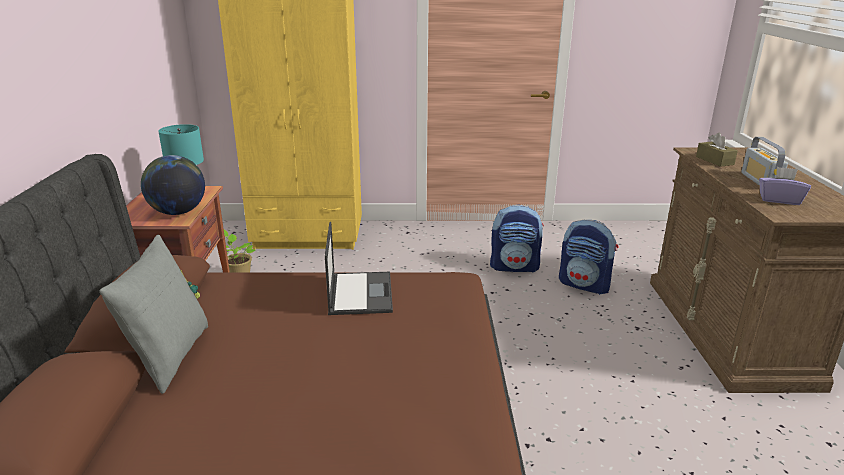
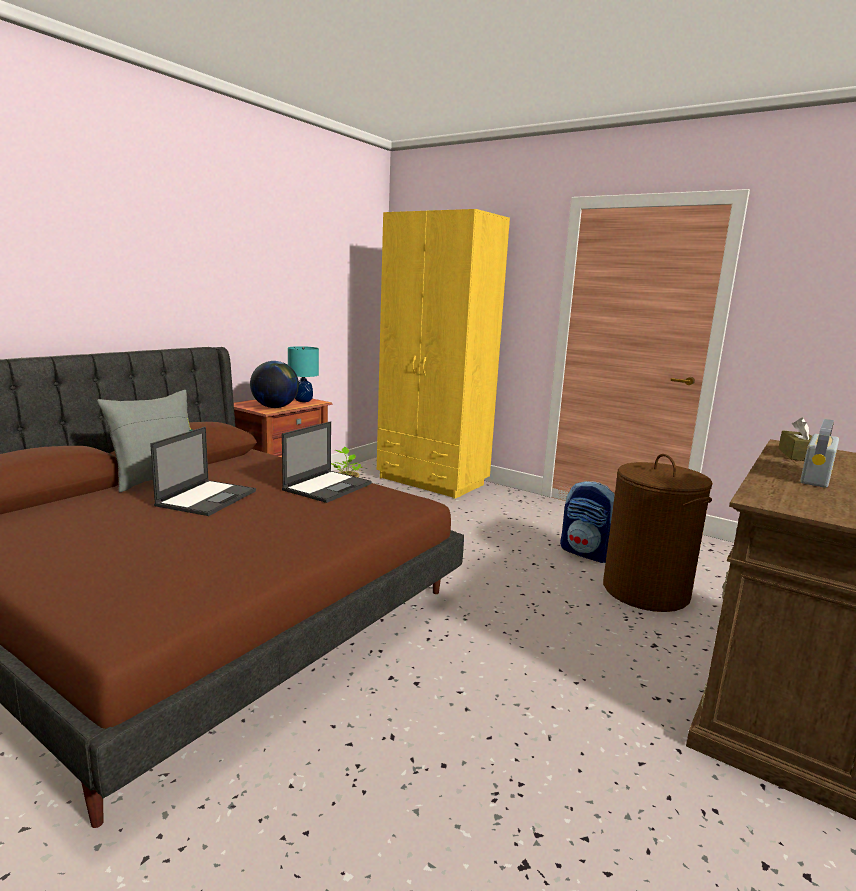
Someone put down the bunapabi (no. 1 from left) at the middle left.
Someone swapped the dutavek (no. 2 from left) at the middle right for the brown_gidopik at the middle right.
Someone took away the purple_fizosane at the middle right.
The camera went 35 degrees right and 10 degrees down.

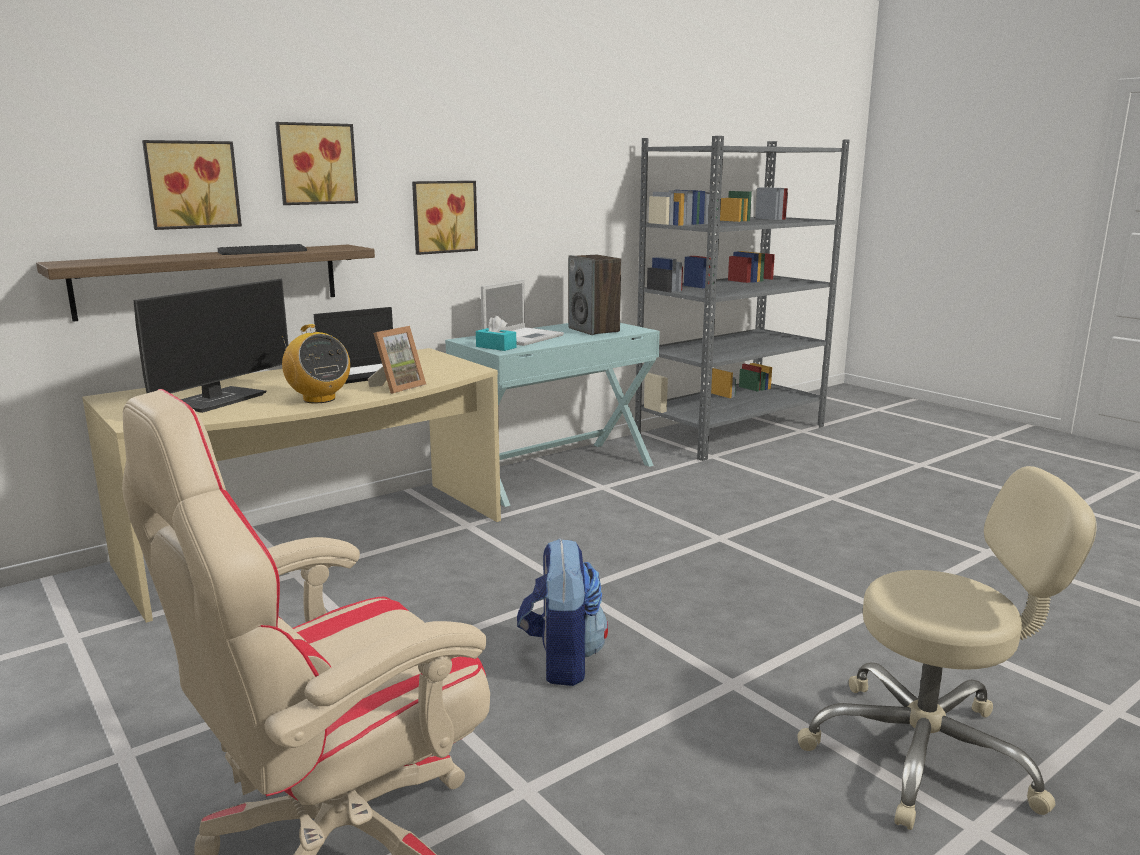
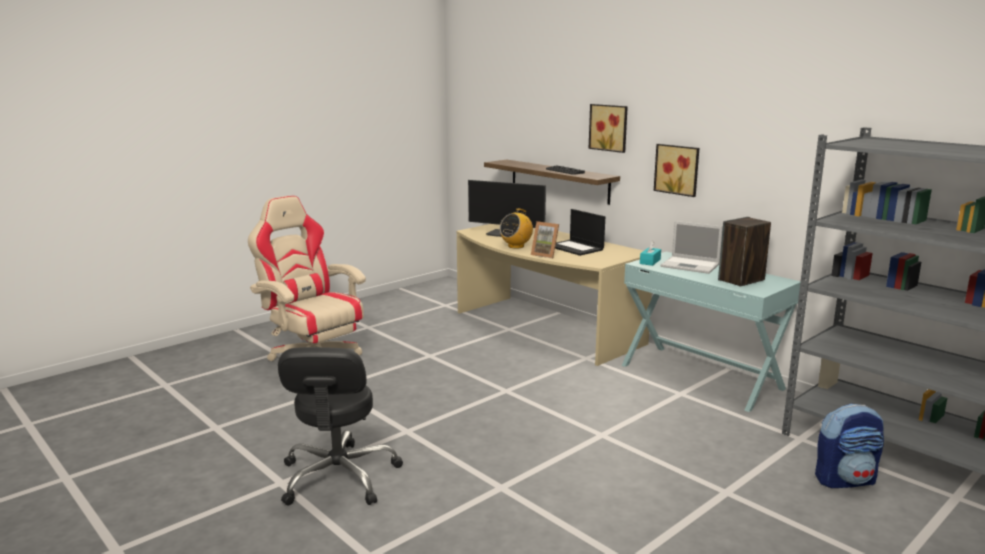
Someone repainted the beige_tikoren (no. 2 from left) at the bottom right, which became the black_tikoren at the bottom centre.
Someone carried the dutavek from the bottom centre to the bottom right.
Someone took away the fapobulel (no. 1 from left) at the top left.
The camera went 85 degrees right and 0 degrees up.

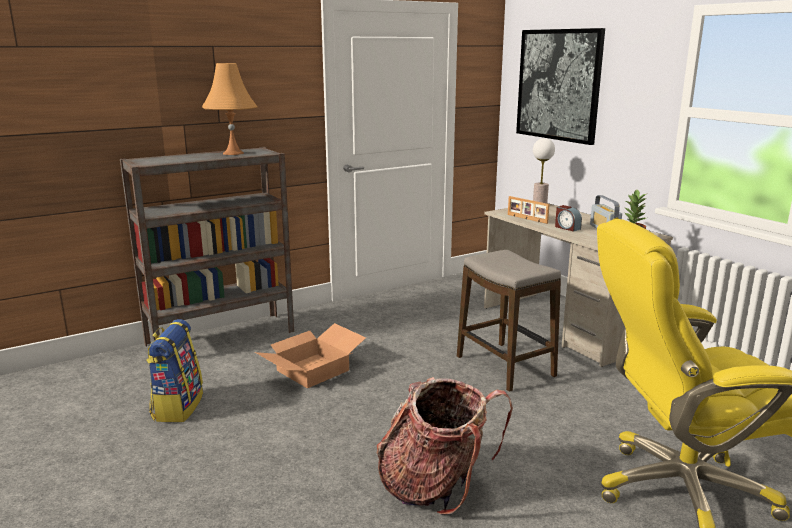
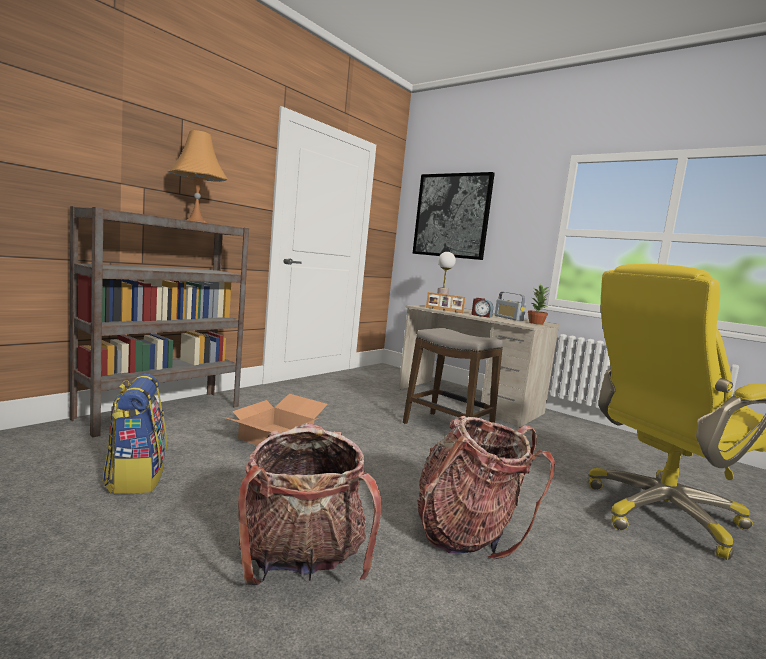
Someone put down the dutavek (no. 2 from left) at the bottom centre.
The camera went 20 degrees left and 10 degrees down.

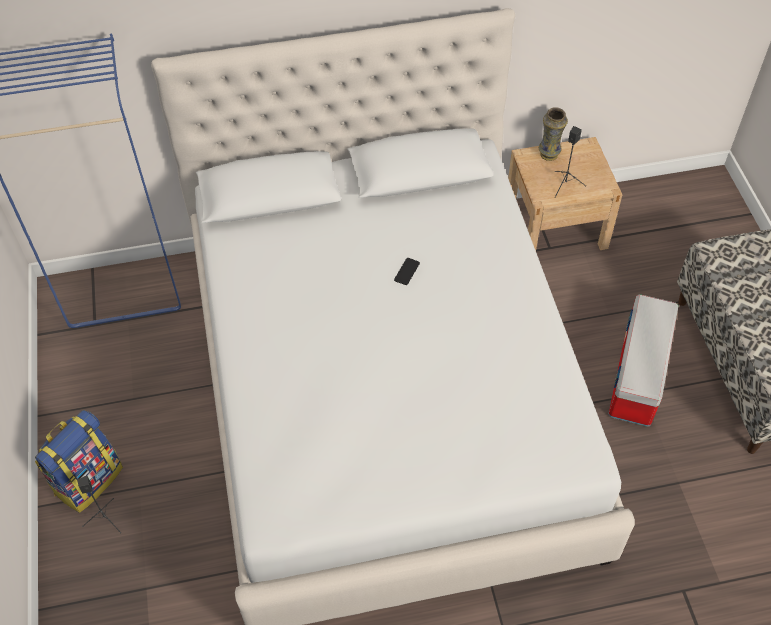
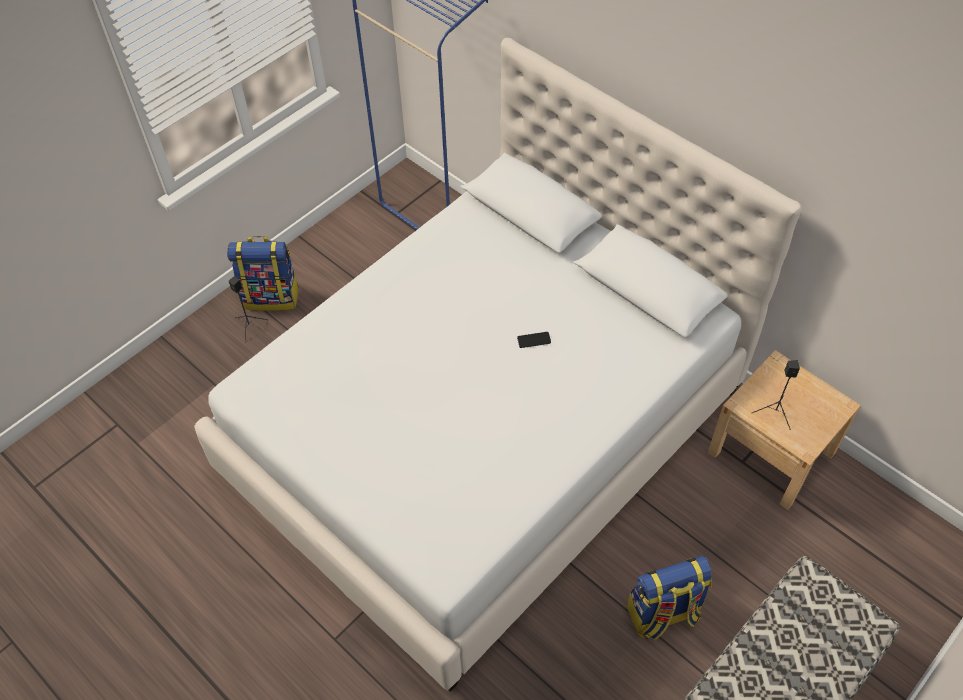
Someone swapped the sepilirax at the middle right for the dutavek (no. 2 from left) at the bottom right.
Someone took away the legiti at the top right.
The camera went 55 degrees right and 0 degrees up.

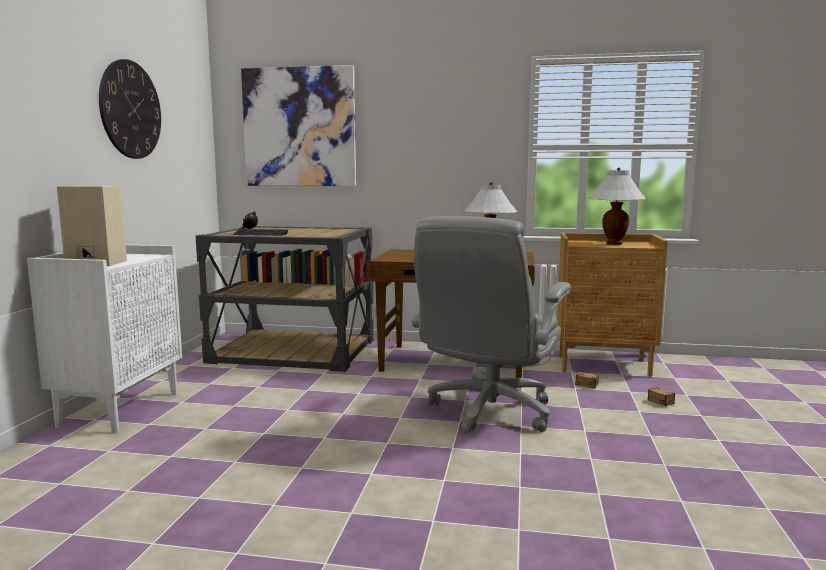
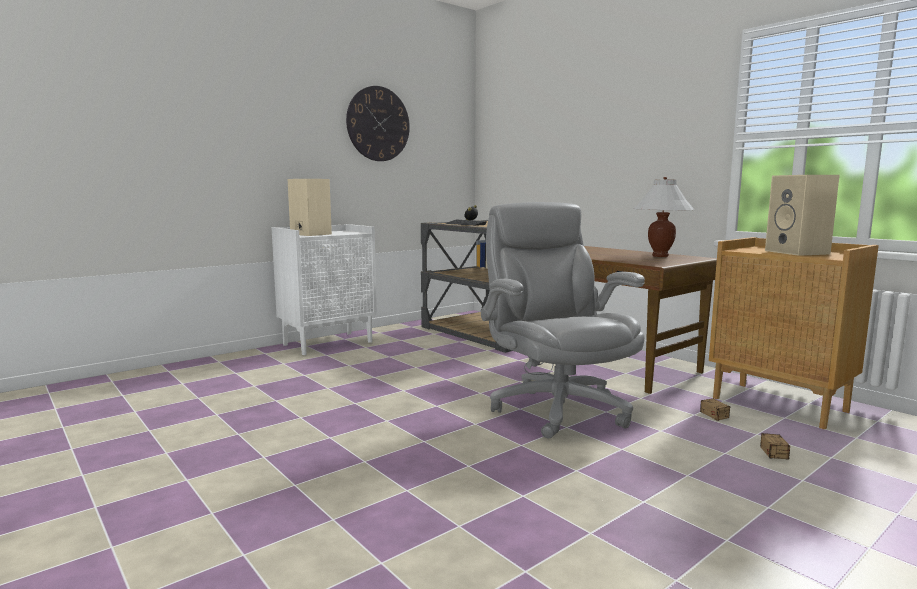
Someone rotated the grey_tikoren at the centre by 90 degrees clockwise.
Someone swapped the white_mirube (no. 2 from left) at the middle right for the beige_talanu (no. 2 from left) at the middle right.
Someone took away the fapobulel at the top centre.
The camera went 40 degrees right and 0 degrees up.

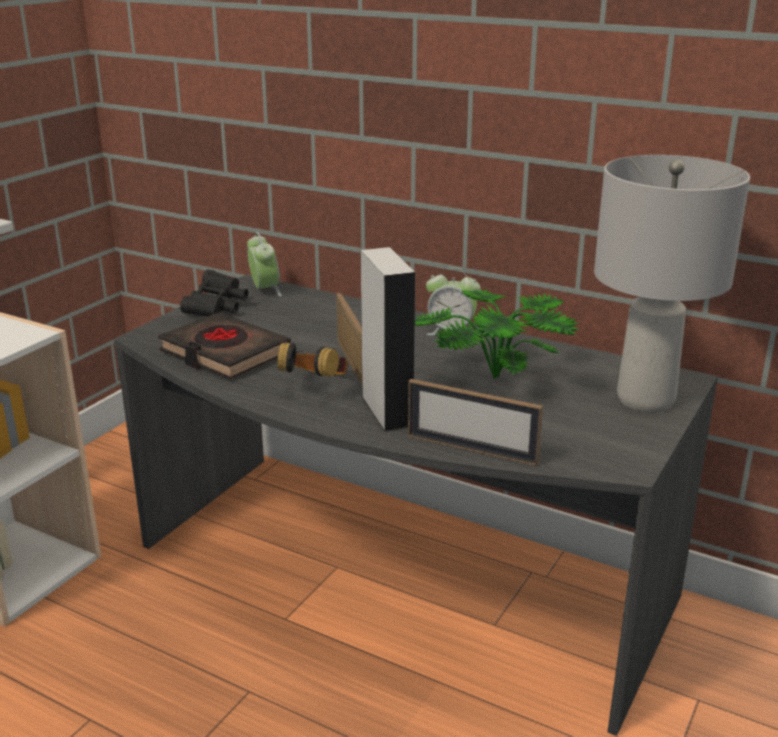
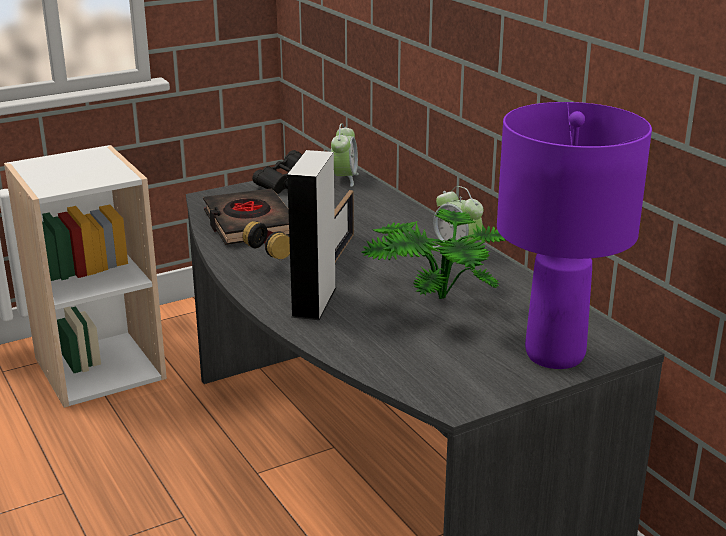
Someone repainted the grey_mirube at the middle right, which became the purple_mirube at the middle right.
Someone took away the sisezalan (no. 2 from left) at the centre.
The camera went 30 degrees right and 0 degrees up.

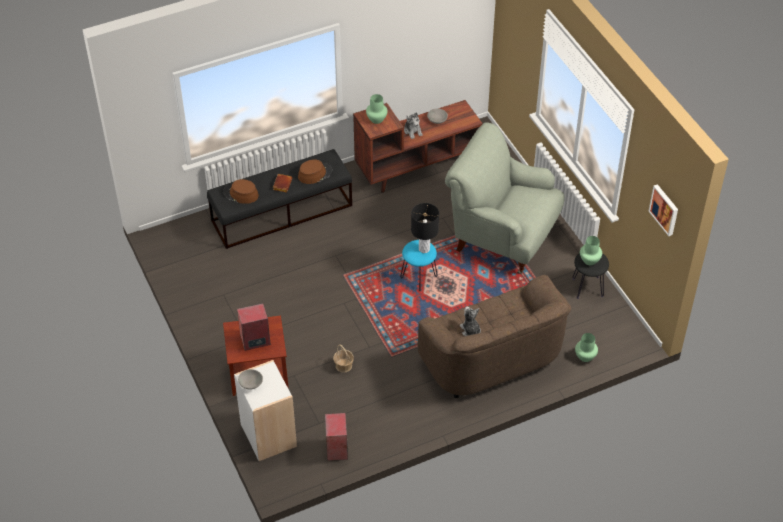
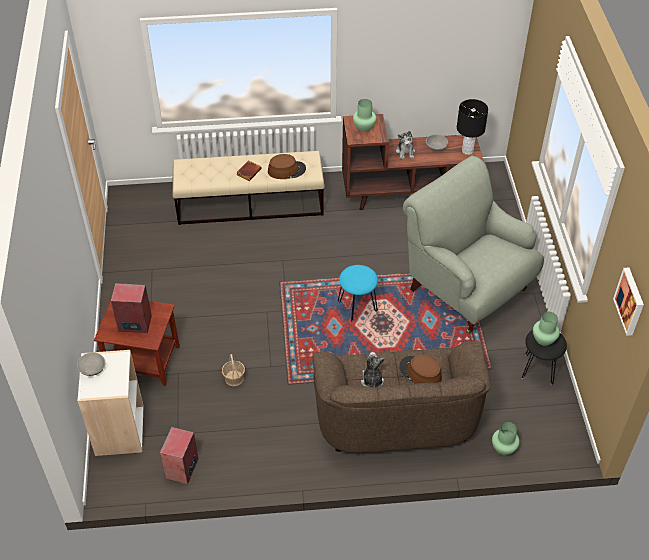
Someone repainted the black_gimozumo at the centre, which became the beige_gimozumo at the centre.
Someone carried the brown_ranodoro (no. 1 from left in the first image) from the middle left to the centre.
Someone carried the black_mirube from the centre to the top right.
The camera went 20 degrees right and 0 degrees up.

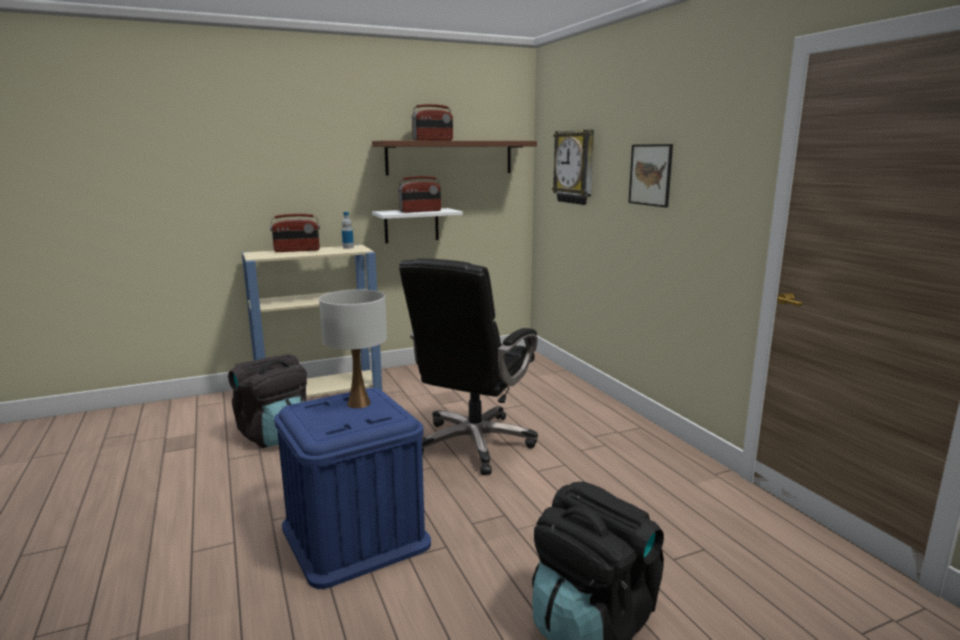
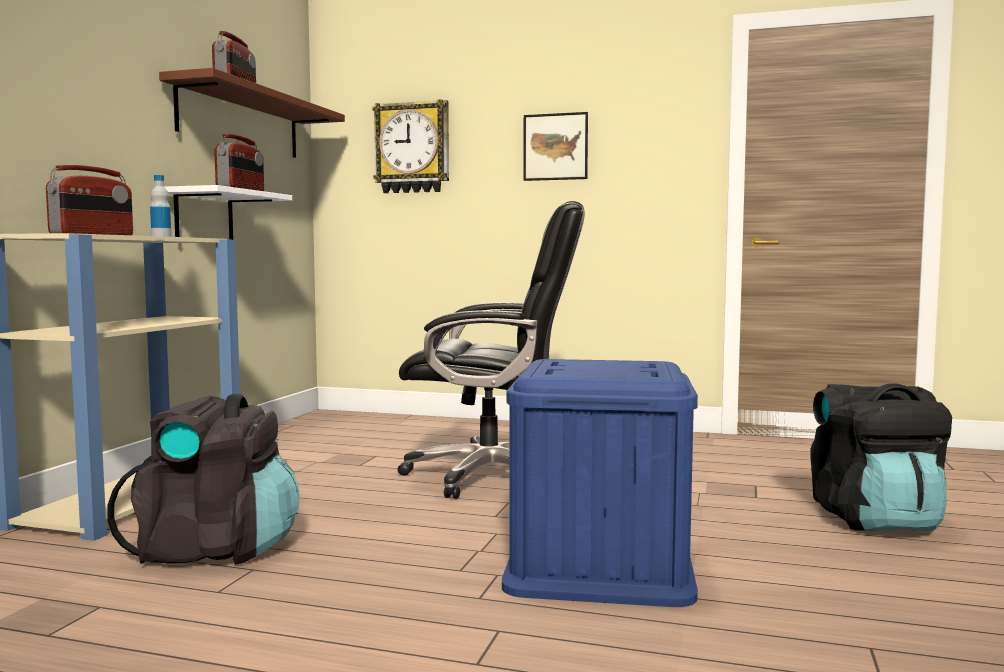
Someone rotated the black_tikoren at the centre by 60 degrees counterclockwise.
Someone took away the white_mirube at the centre.
The camera went 50 degrees left and 10 degrees down.

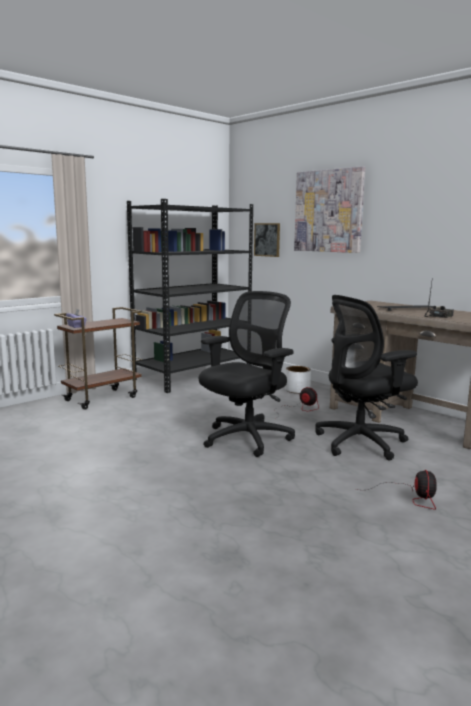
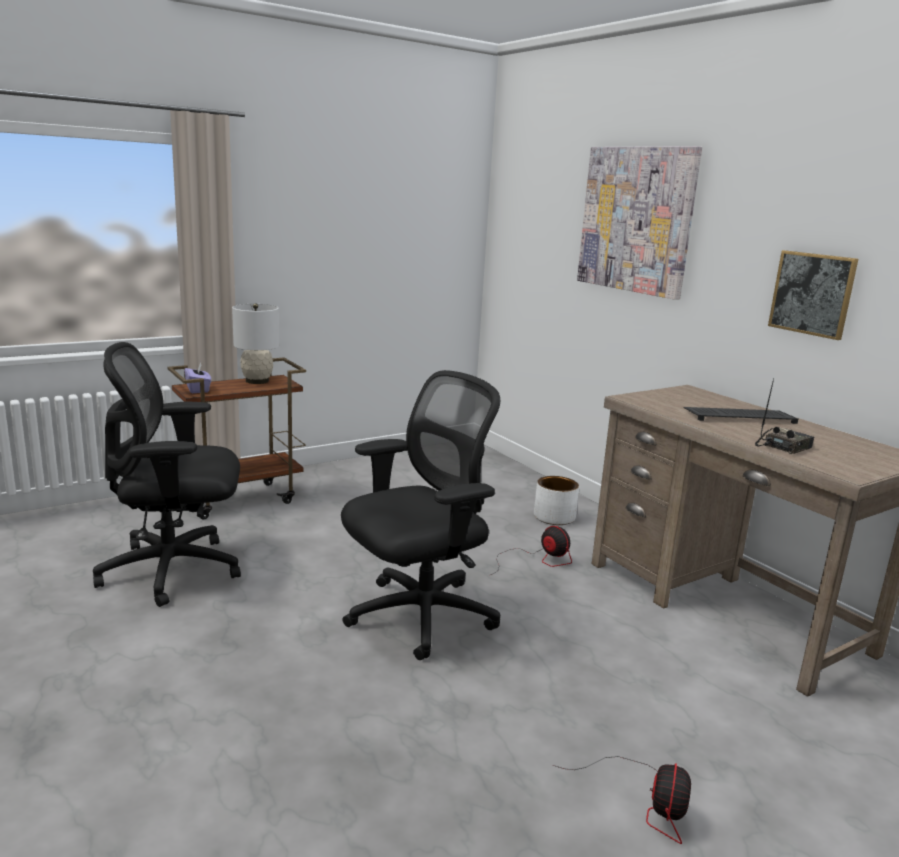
Someone carried the black_tikoren (no. 2 from left in the first image) from the middle right to the middle left.
Someone put down the white_mirube at the middle left.
Someone carried the fapobulel (no. 1 from left in the first image) from the centre to the middle right.
Someone took away the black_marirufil at the centre.
The camera went 10 degrees right and 5 degrees up.

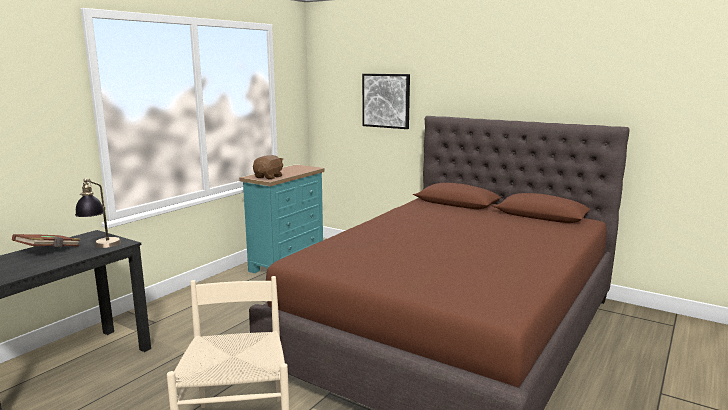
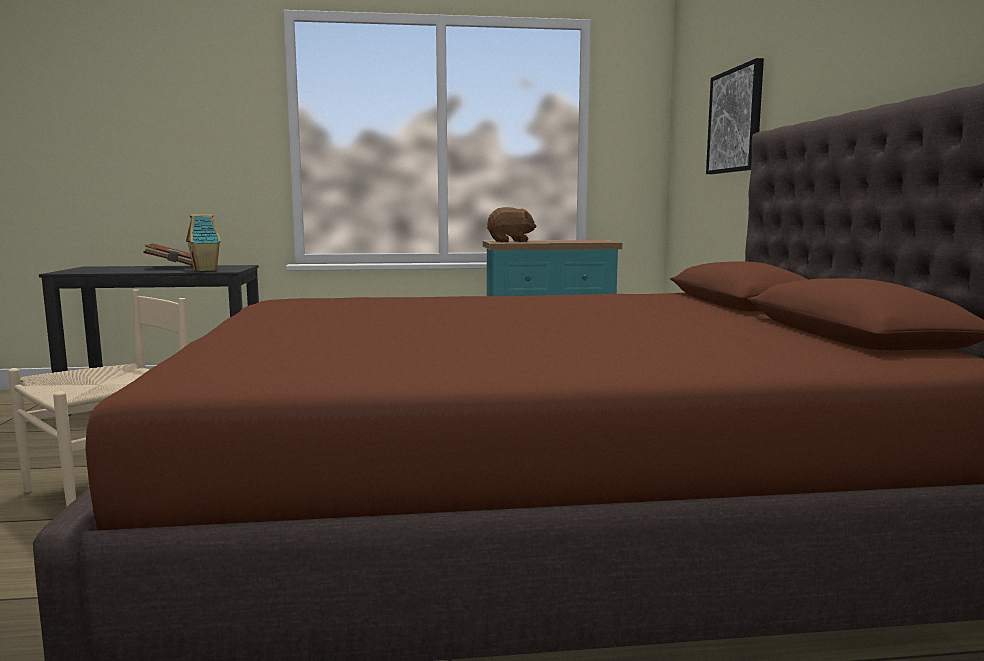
Someone swapped the mirube at the middle left for the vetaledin at the middle left.
The camera went 50 degrees right and 5 degrees down.

